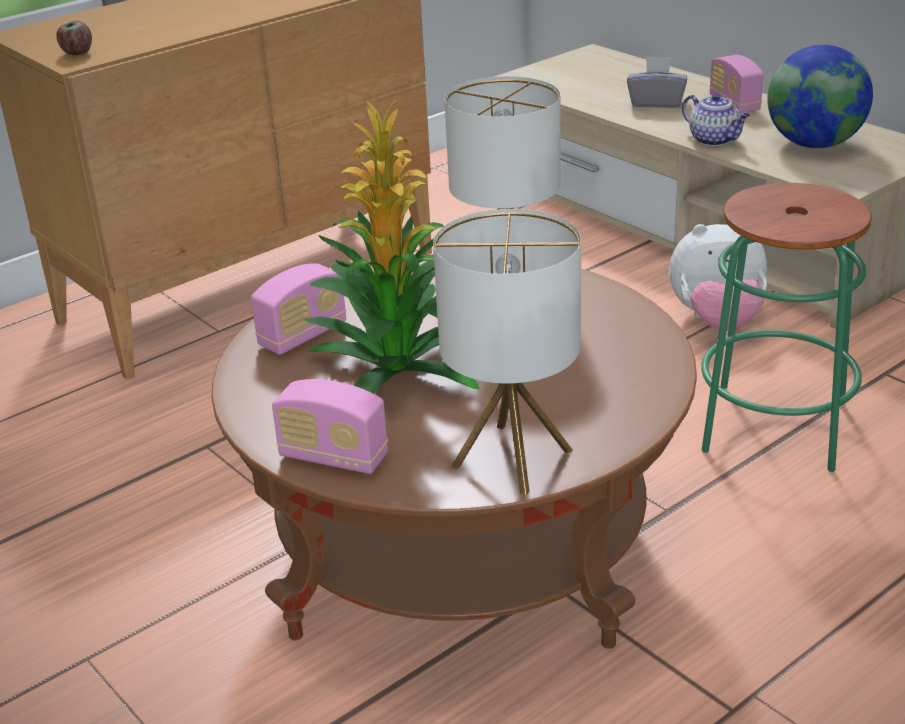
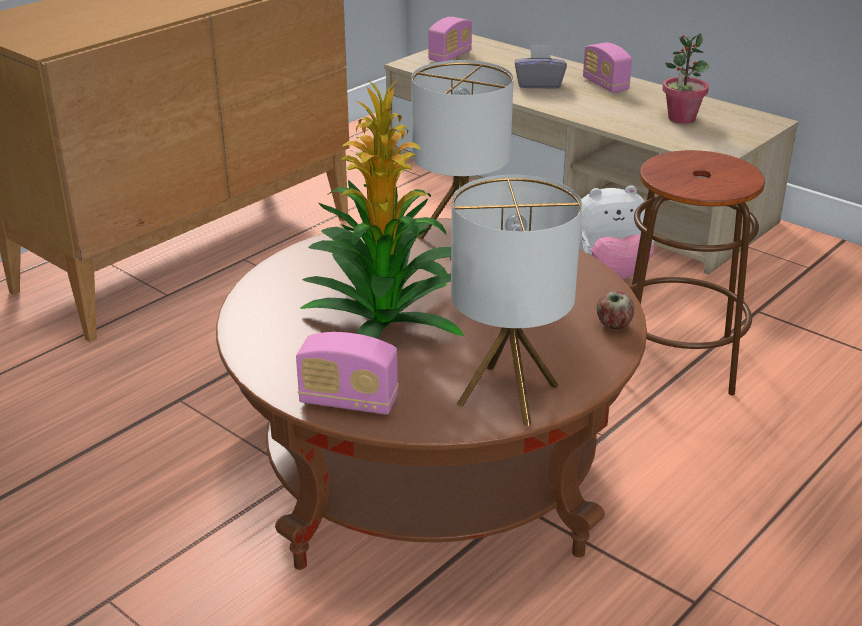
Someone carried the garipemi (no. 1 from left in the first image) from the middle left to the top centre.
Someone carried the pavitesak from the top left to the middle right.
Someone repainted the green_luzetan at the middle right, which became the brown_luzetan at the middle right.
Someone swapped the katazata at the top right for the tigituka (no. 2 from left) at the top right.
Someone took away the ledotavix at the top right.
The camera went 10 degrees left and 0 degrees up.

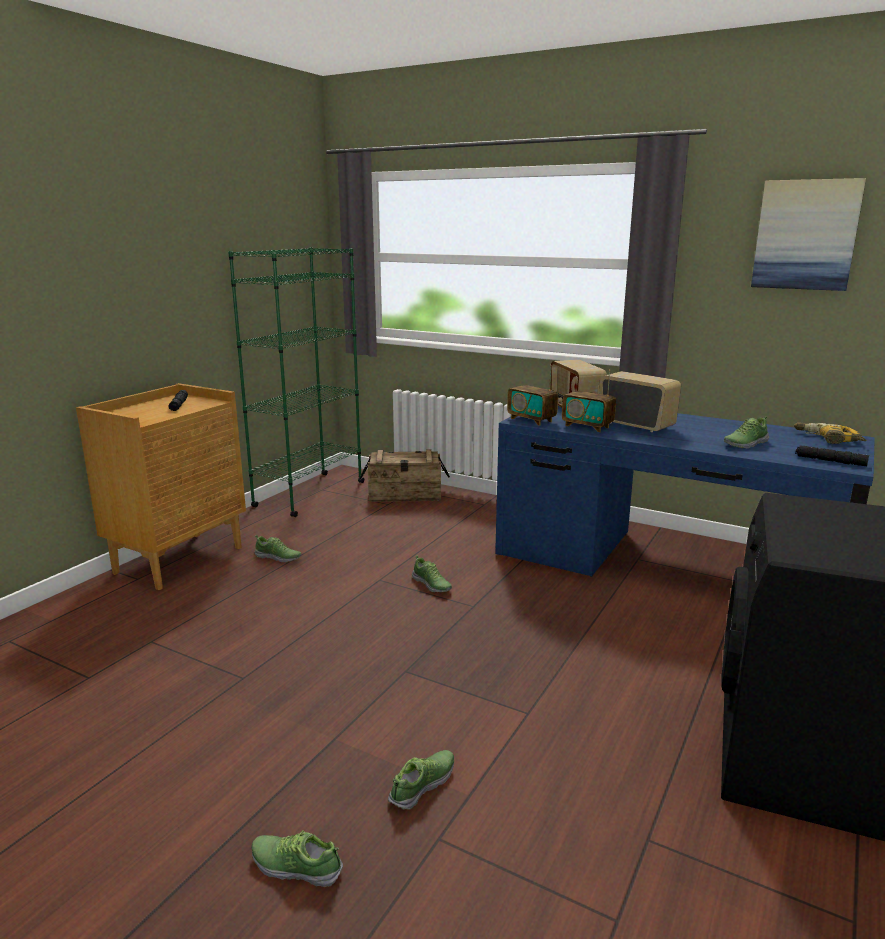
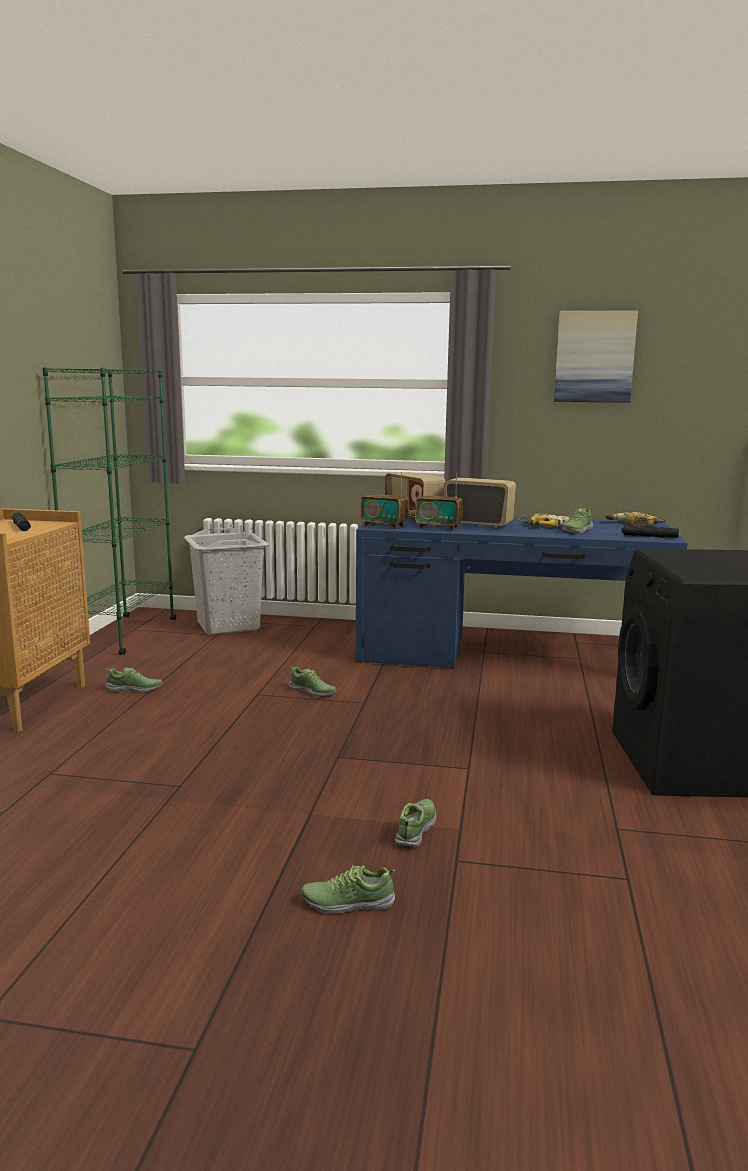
Someone swapped the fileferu at the centre for the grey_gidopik at the middle left.
Someone put down the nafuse (no. 1 from left) at the middle right.
The camera went 20 degrees left and 5 degrees down.

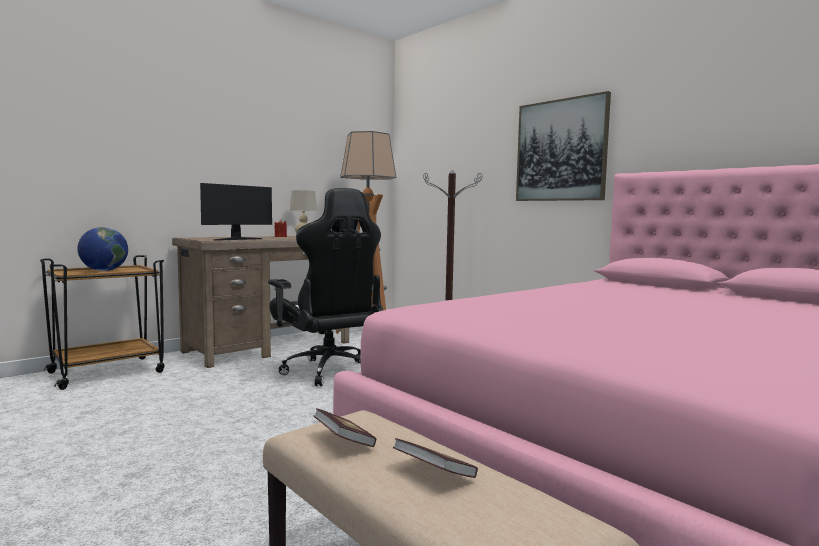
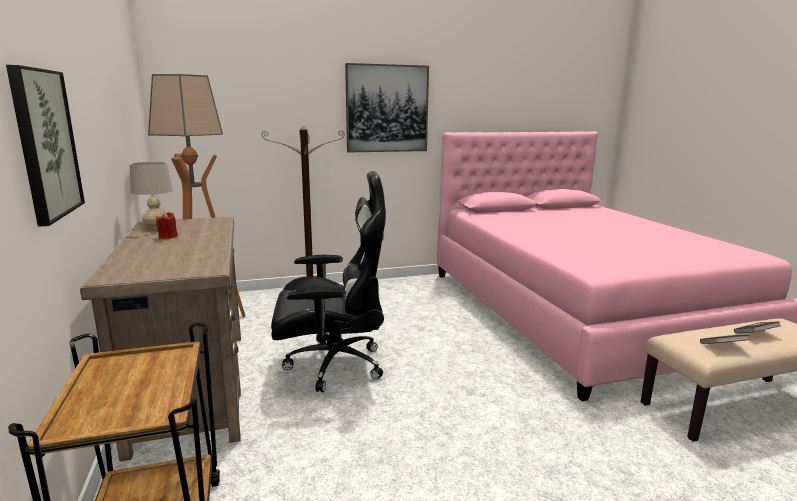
Someone put up the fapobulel (no. 1 from left) at the top left.
Someone took away the katazata at the middle left.
Someone took away the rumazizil at the middle left.
The camera went 65 degrees left and 10 degrees up.

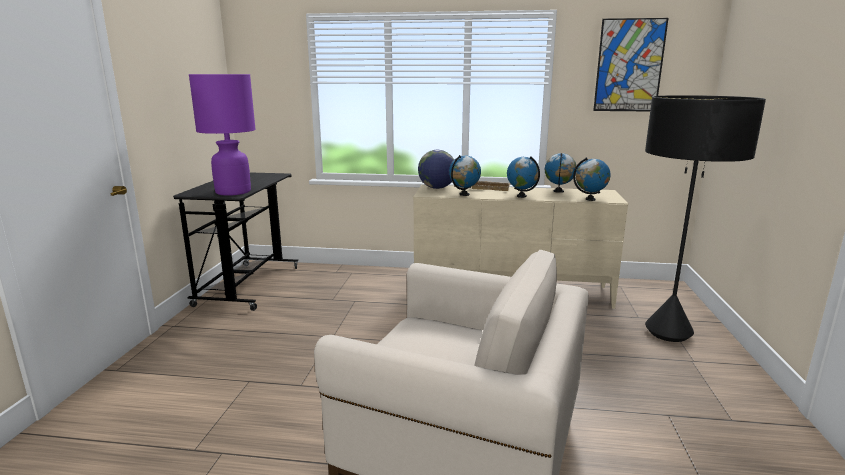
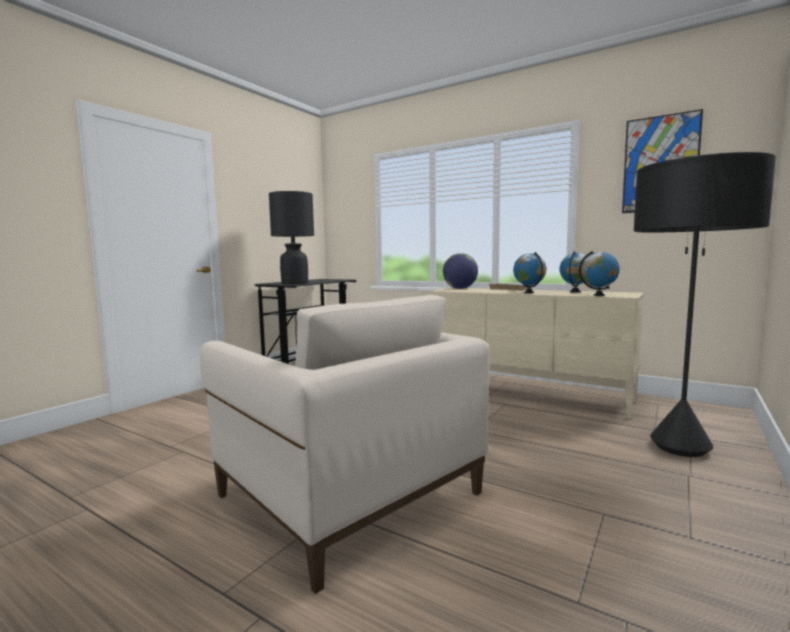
Someone repainted the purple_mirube at the top left, which became the black_mirube at the centre.
Someone took away the katazata (no. 2 from left) at the centre.
The camera went 25 degrees right and 10 degrees down.

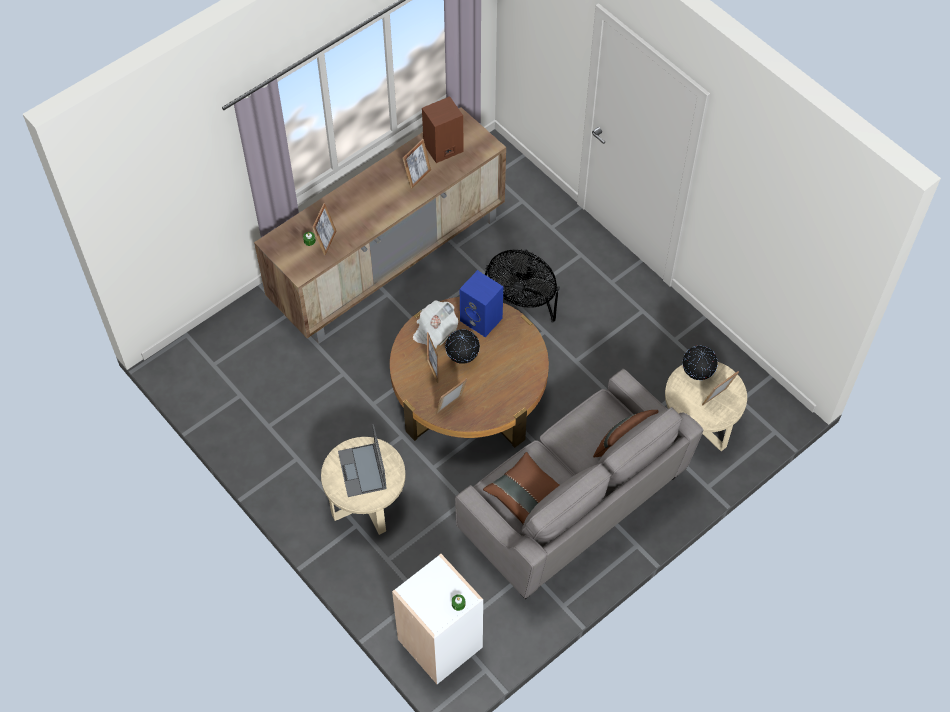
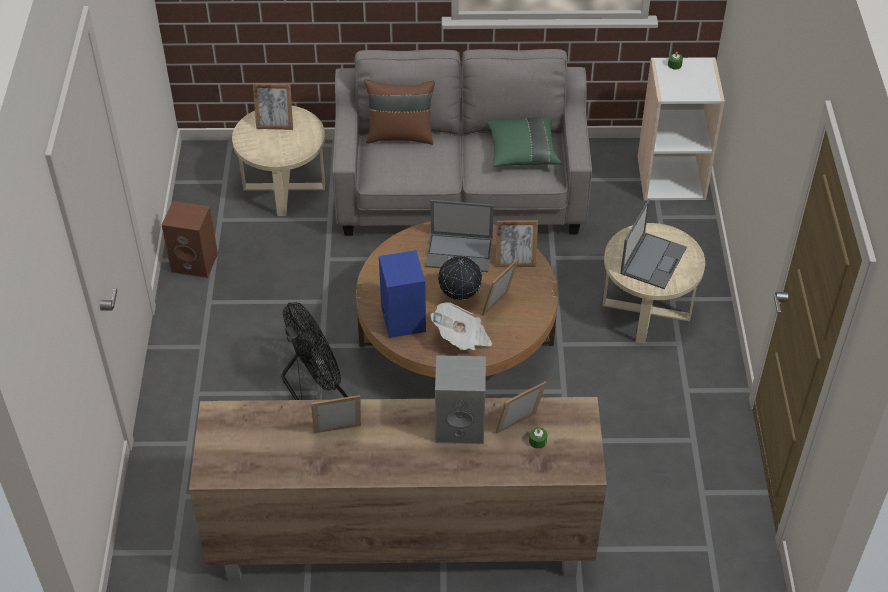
Someone carried the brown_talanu from the top centre to the middle left.
Someone put down the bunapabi (no. 1 from left) at the centre.
Someone put down the grey_talanu at the bottom centre.
Someone repainted the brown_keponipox (no. 1 from left) at the bottom centre, which became the green_keponipox at the top centre.
Someone took away the katazata (no. 2 from left) at the middle right.
The camera went 140 degrees left and 10 degrees down.

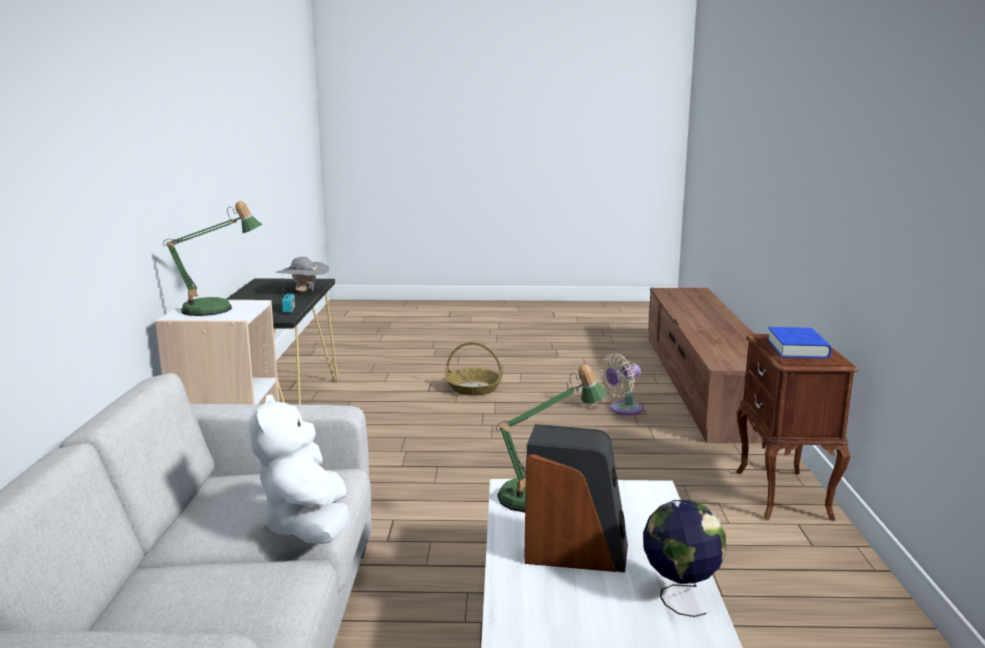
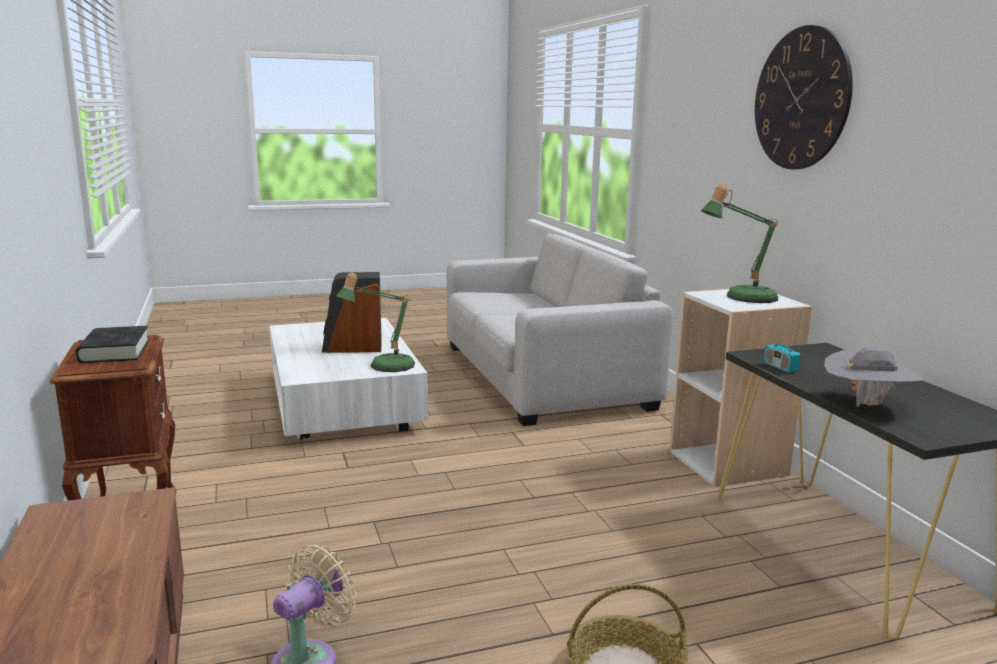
Someone repainted the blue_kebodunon at the middle right, which became the black_kebodunon at the middle left.
Someone put up the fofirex at the top right.
Someone took away the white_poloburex at the bottom left.
Someone took away the katazata at the bottom right.
The camera went 160 degrees right and 0 degrees up.

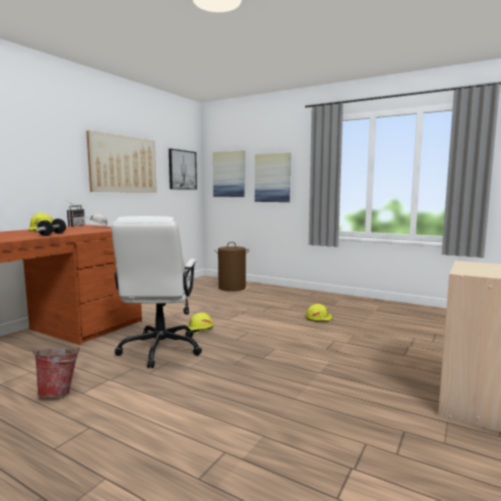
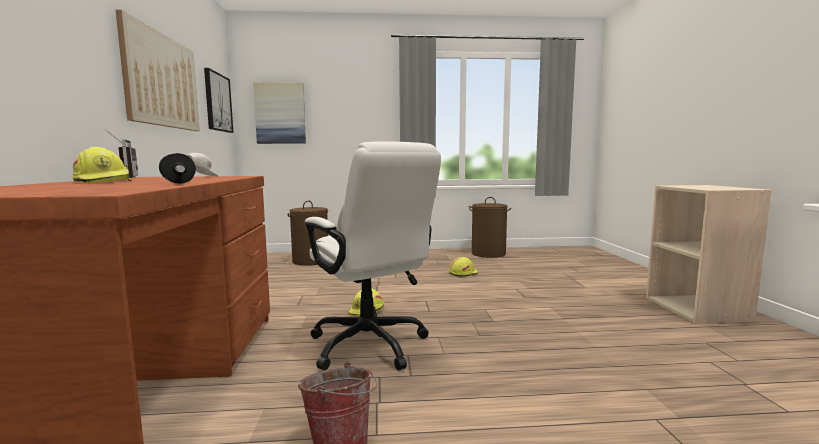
Someone put down the brown_gidopik (no. 2 from left) at the centre.
Someone took away the fapobulel (no. 4 from left) at the centre.
The camera went 35 degrees left and 0 degrees up.

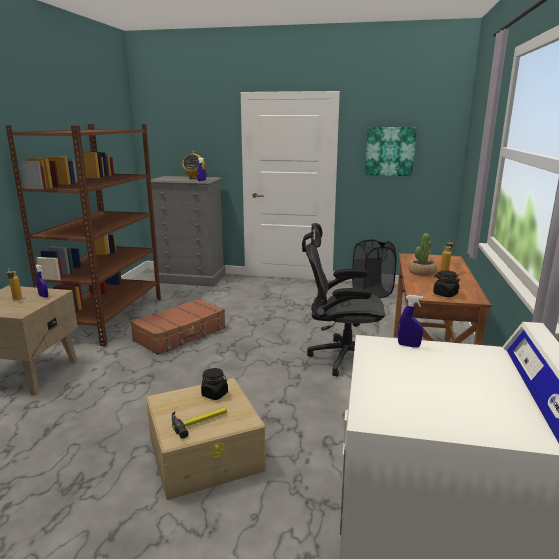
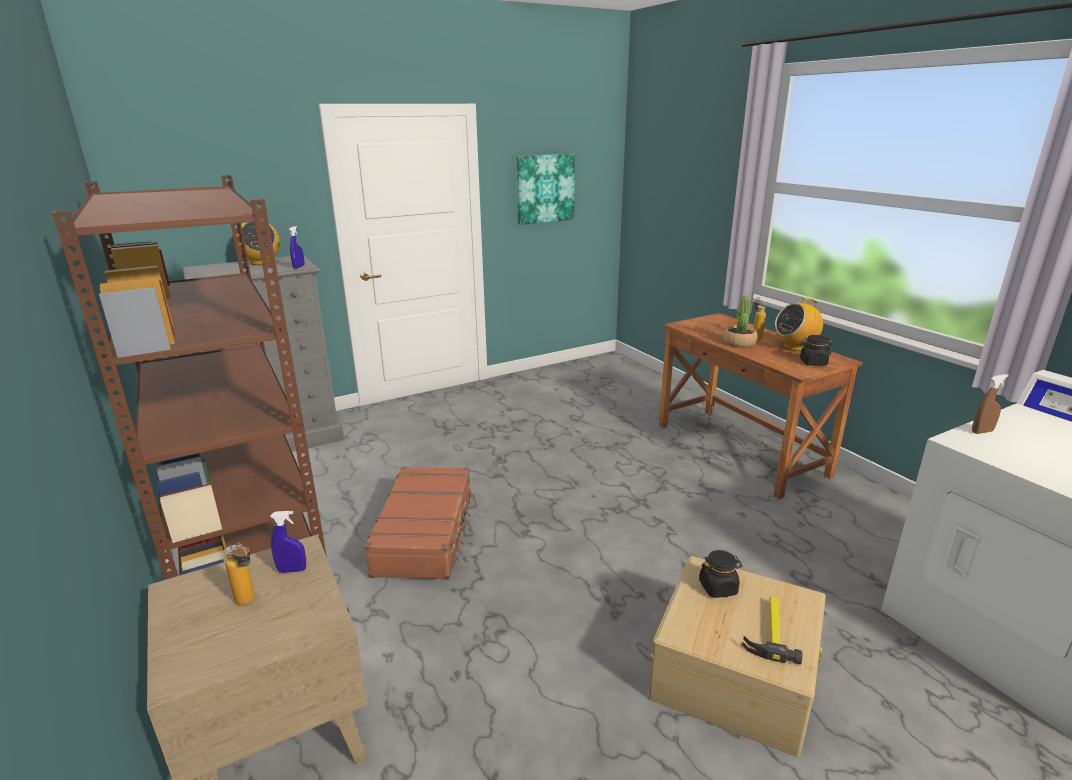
Someone put down the garipemi (no. 2 from left) at the middle right.
Someone repainted the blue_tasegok (no. 3 from left) at the middle right, which became the brown_tasegok at the middle right.
Someone took away the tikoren at the centre.
Someone took away the black_gidopik at the middle right.
The camera went 40 degrees left and 5 degrees up.

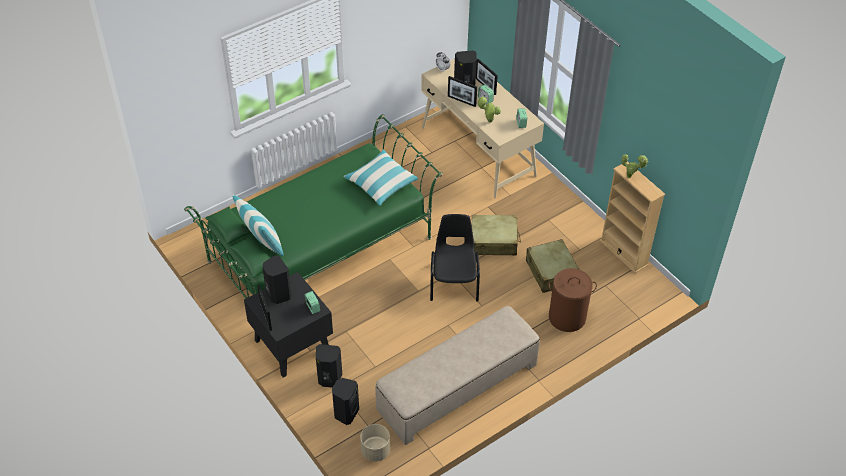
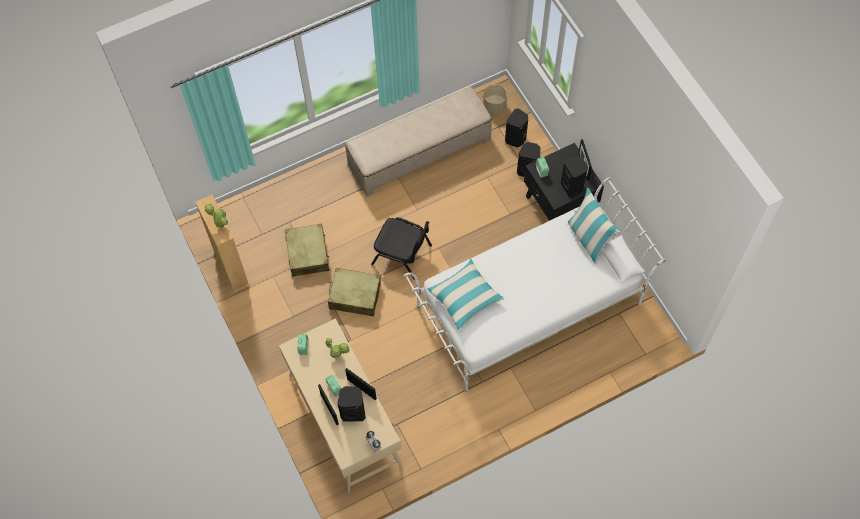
Someone rotated the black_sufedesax at the centre by 75 degrees counterclockwise.
Someone repainted the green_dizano at the centre, which became the white_dizano at the centre.
Someone took away the brown_gidopik at the middle right.
The camera went 170 degrees left and 15 degrees up.

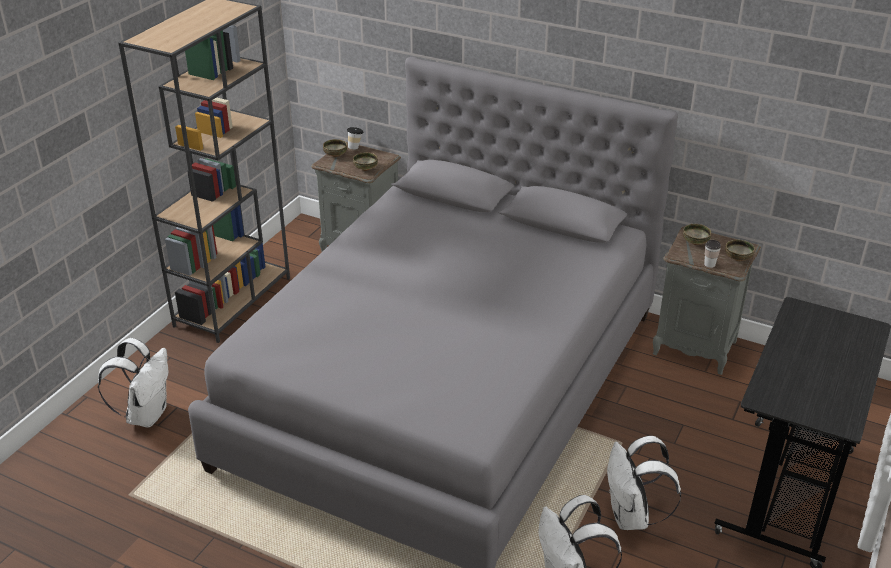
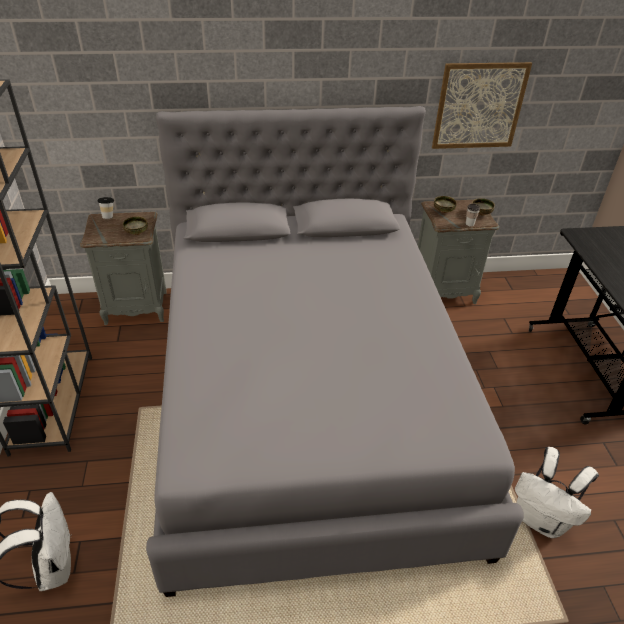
Someone put up the fapobulel at the top right.
Someone took away the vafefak (no. 1 from left) at the top centre.
Someone took away the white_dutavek (no. 3 from left) at the bottom right.
The camera went 35 degrees left and 5 degrees up.

